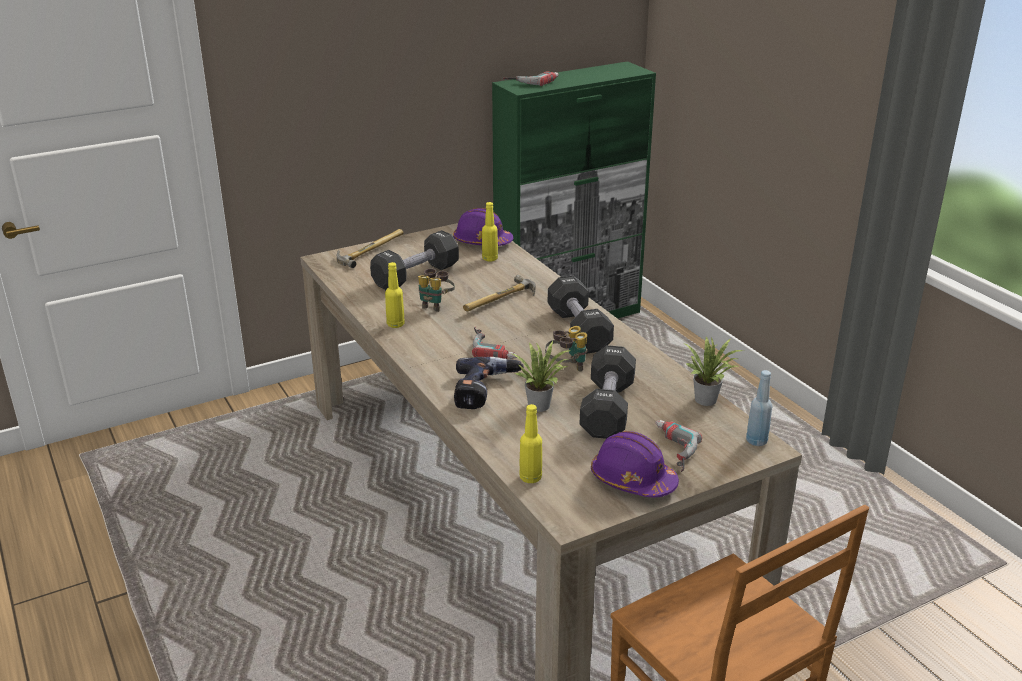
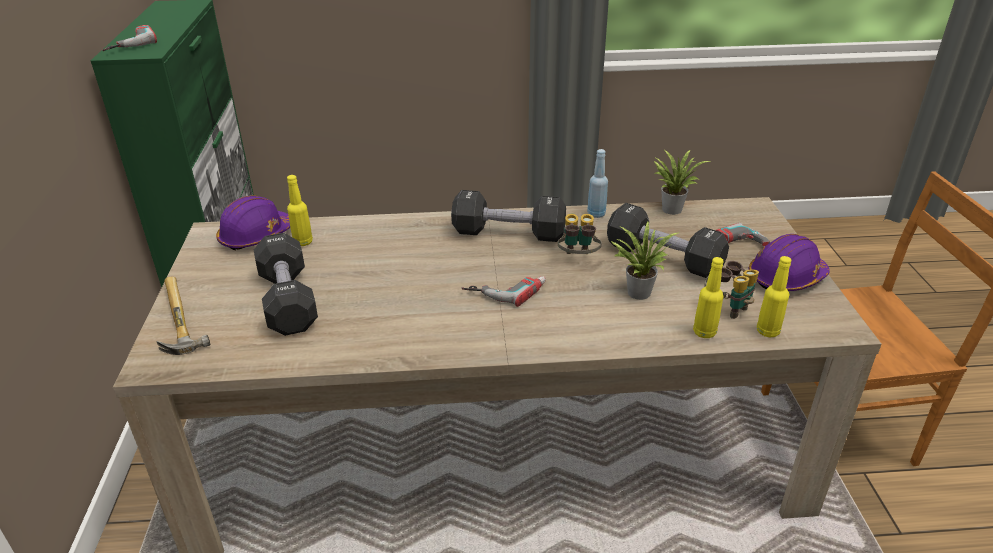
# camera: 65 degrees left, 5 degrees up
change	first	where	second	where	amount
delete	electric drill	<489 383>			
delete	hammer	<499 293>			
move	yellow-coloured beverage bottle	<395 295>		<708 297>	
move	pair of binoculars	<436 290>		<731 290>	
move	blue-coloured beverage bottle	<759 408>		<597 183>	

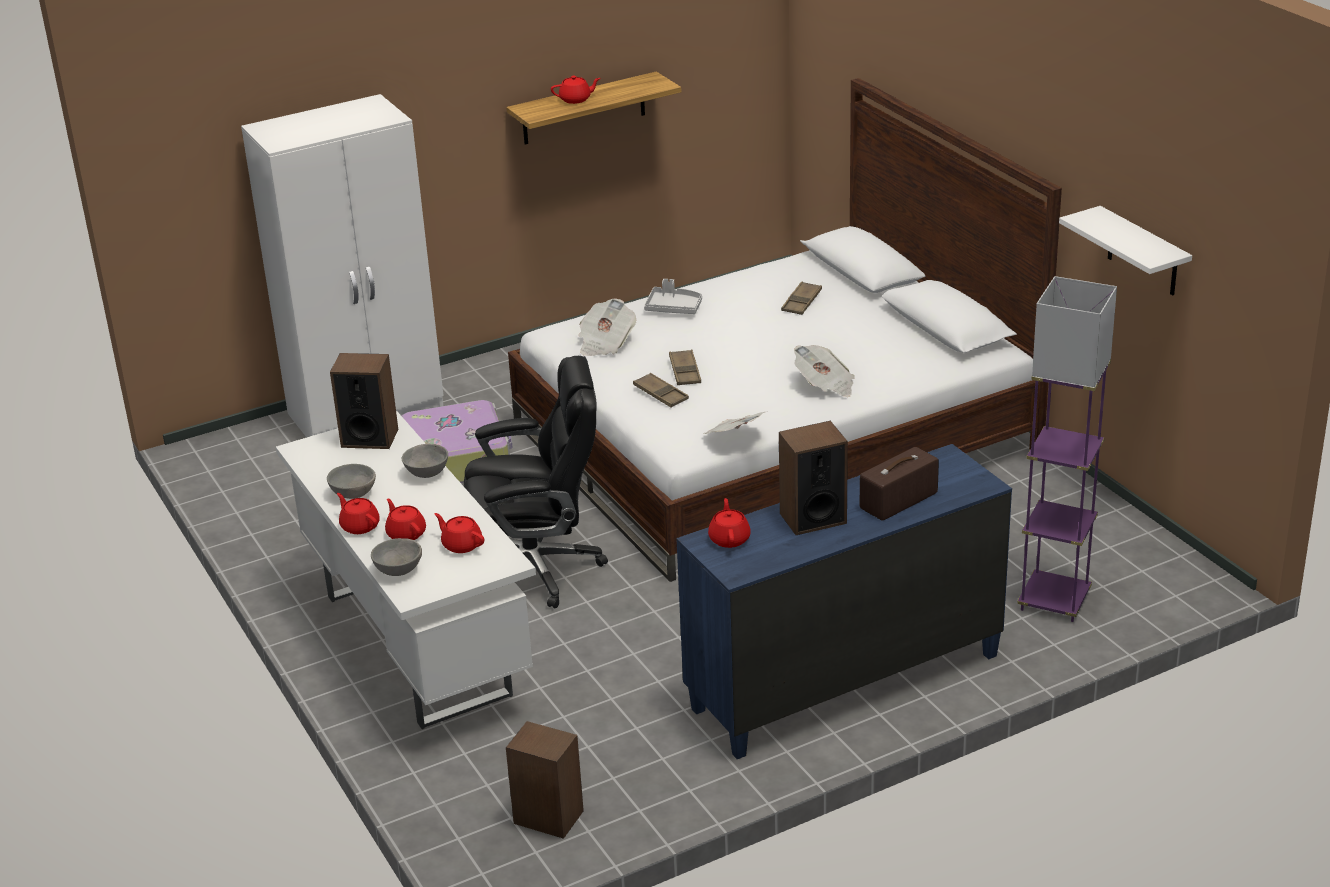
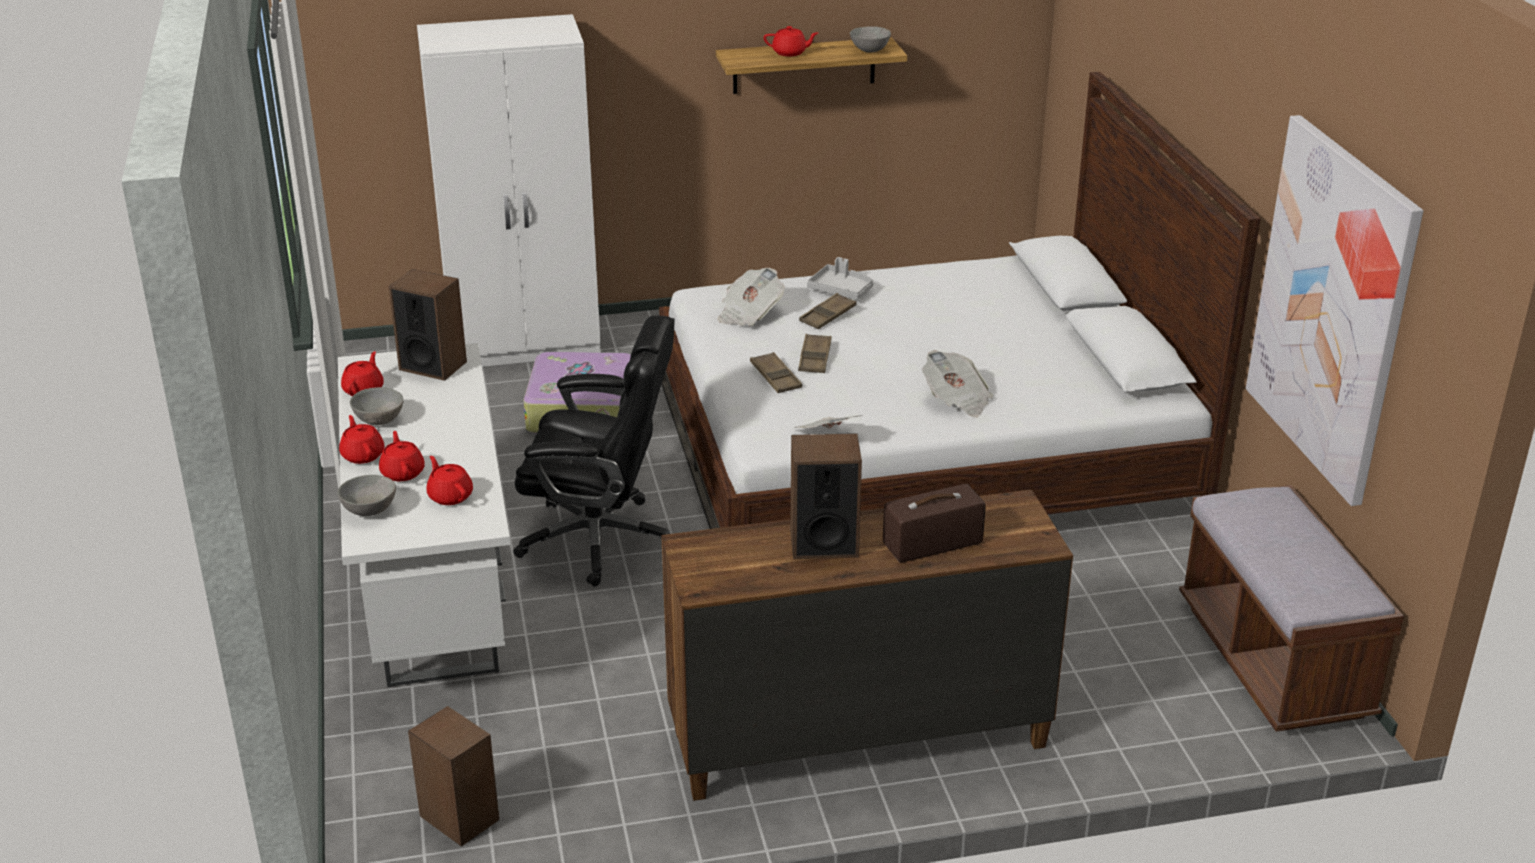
# camera: 15 degrees right, 0 degrees up
change	first	where	second	where	amount
delete	purple-coloured standard lamp	<1067 449>			
insert			brown indoor bench	<1291 608>	
move	grey bowl	<425 461>		<870 39>	
move	red tea pot	<729 523>		<362 373>	
move	brown serving tray	<801 298>		<827 311>	
replace	whitish bracket shelf	<1125 250>	picture	<1335 310>	
recolor	blue-coloured chest of drawers	<844 601>	brown chest of drawers	<867 645>	

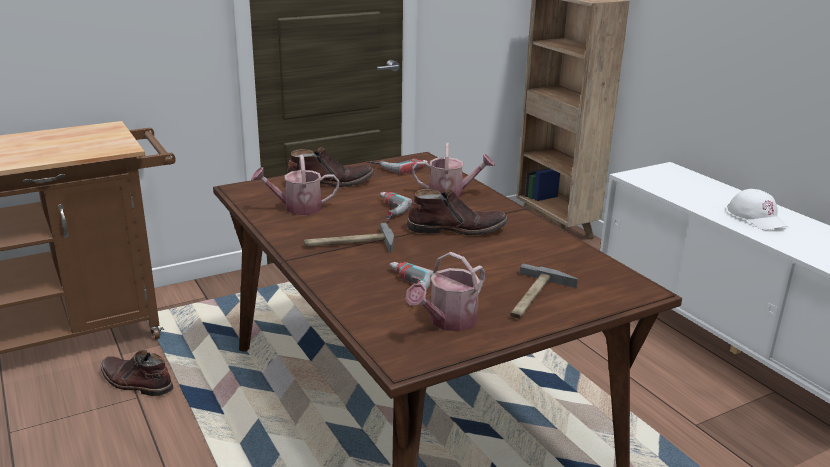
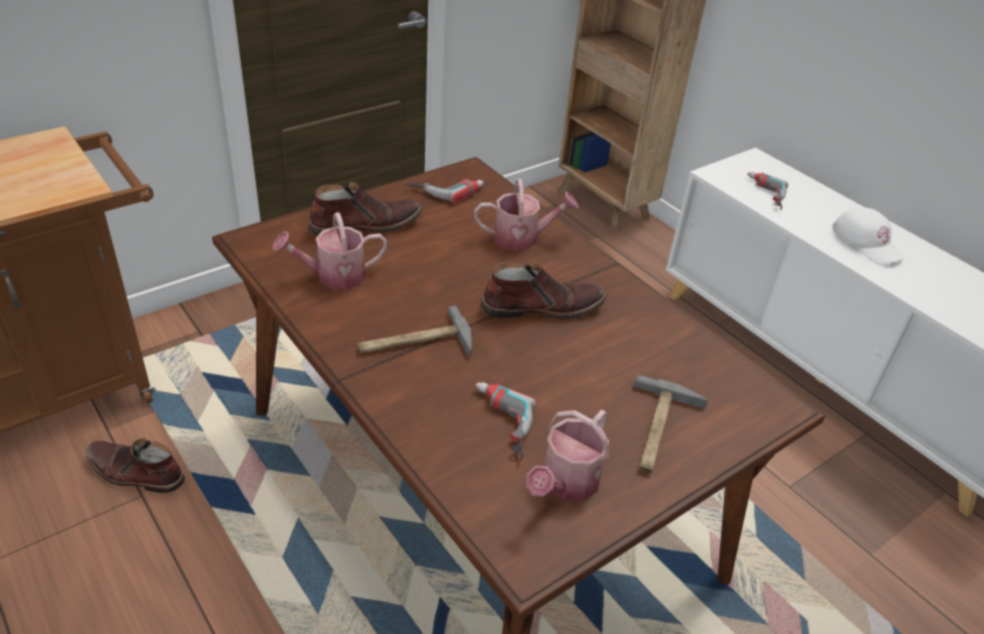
# camera: 10 degrees left, 15 degrees up
change	first	where	second	where	amount
move	electric drill	<396 207>		<767 191>	

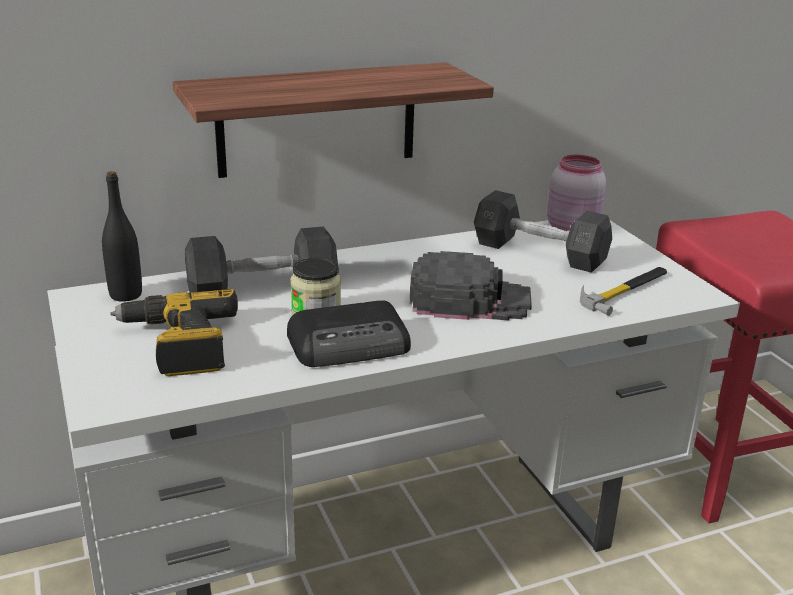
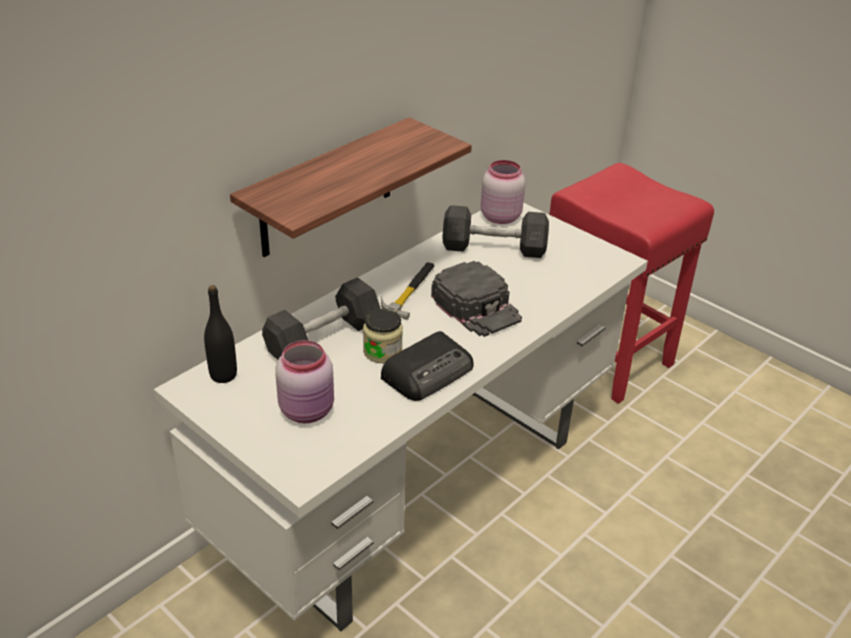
# camera: 25 degrees left, 10 degrees up
change	first	where	second	where	amount
move	hammer	<623 291>		<408 291>	
replace	electric drill	<174 332>	pink jar	<304 381>	
rotate	blackish baseball cap	<471 285>		<476 299>	75 degrees clockwise

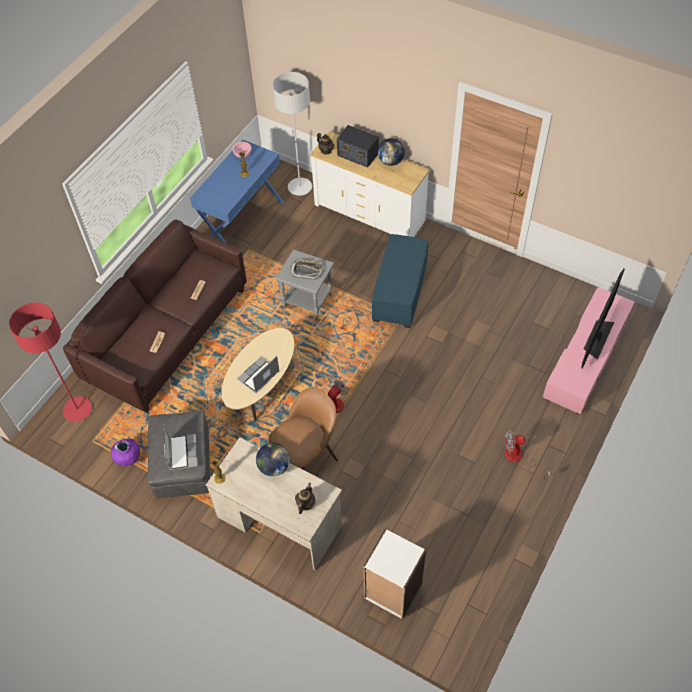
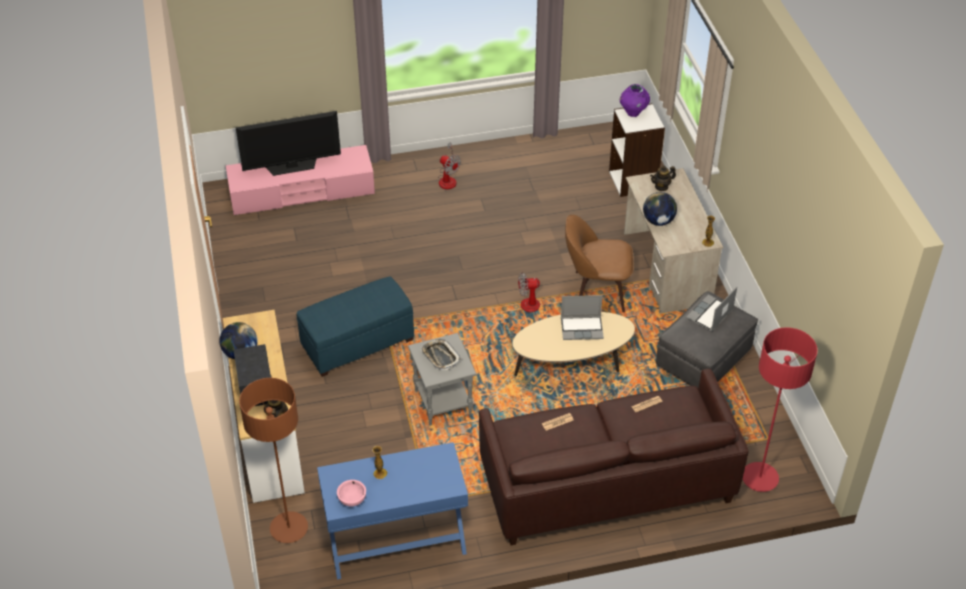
# camera: 135 degrees left, 10 degrees down
change	first	where	second	where	amount
move	purple-coloured decorative vase	<125 452>		<635 100>	
recolor	grey standard lamp	<292 134>	brown standard lamp	<273 460>	

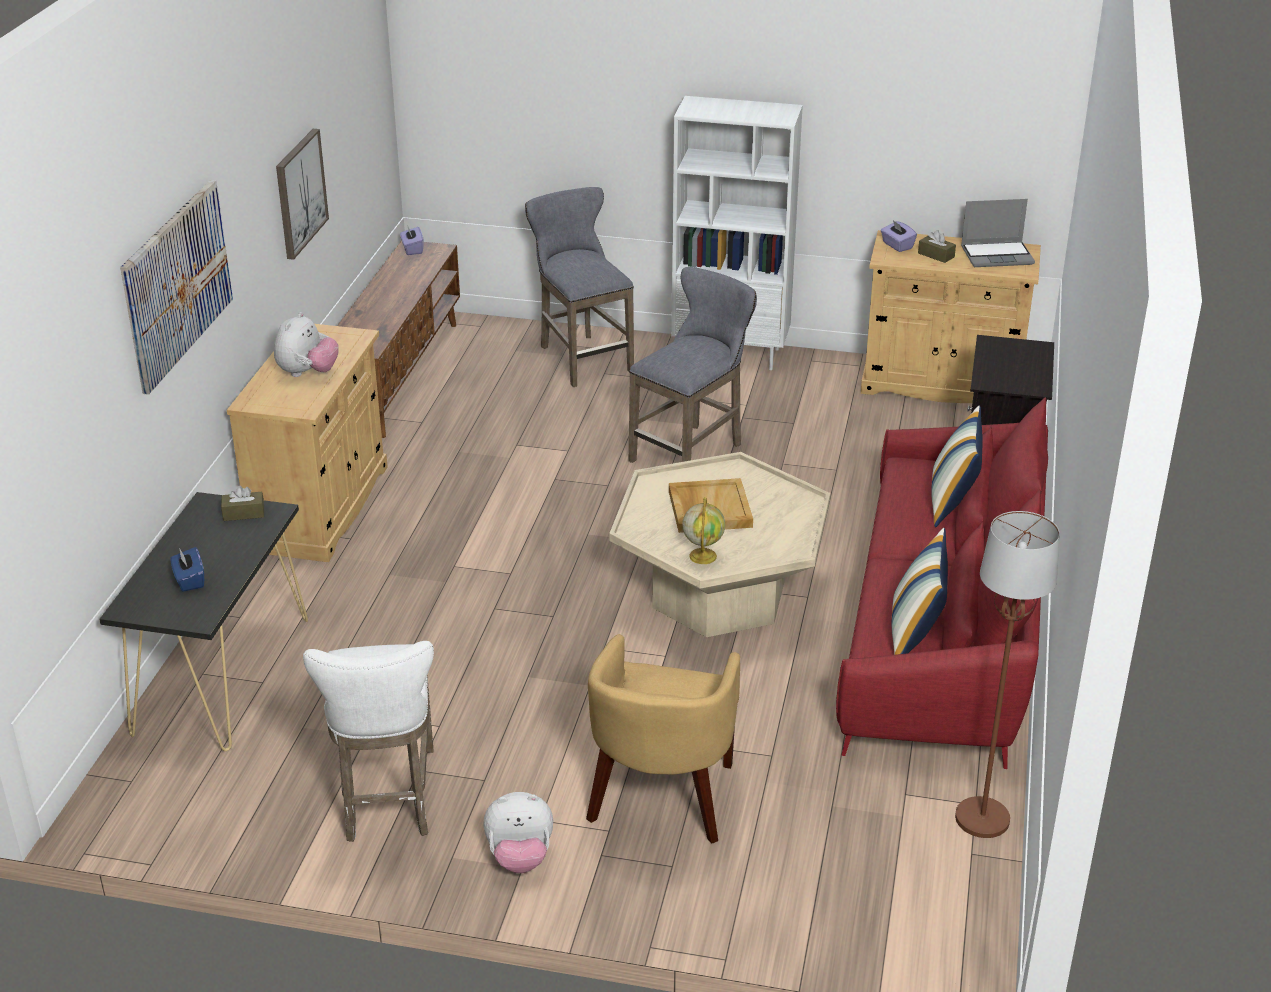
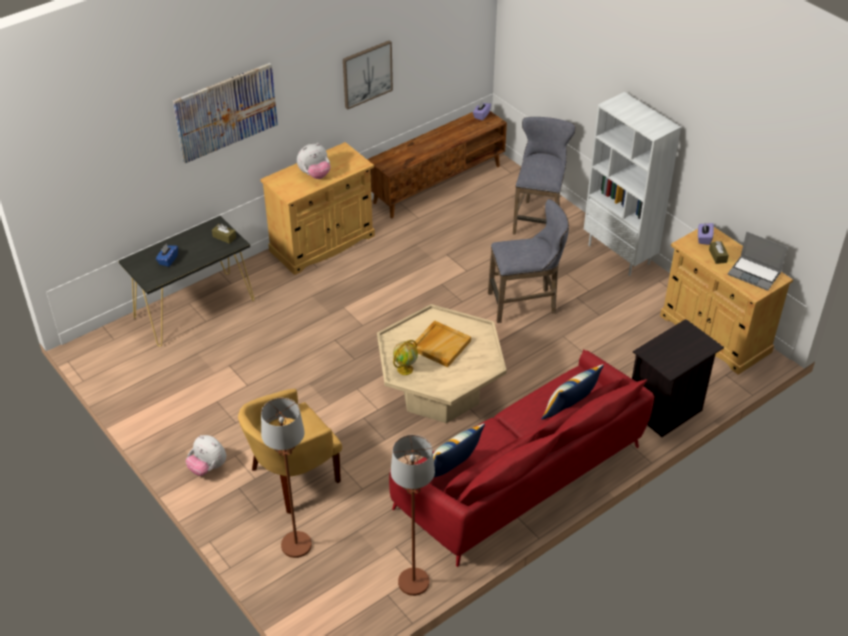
# camera: 40 degrees right, 10 degrees up
change	first	where	second	where	amount
delete	whitish sitting stool	<368 741>			
insert			brown standard lamp	<286 478>	

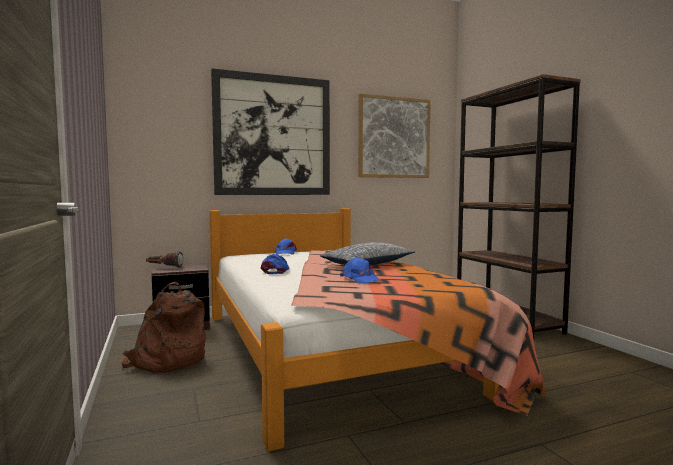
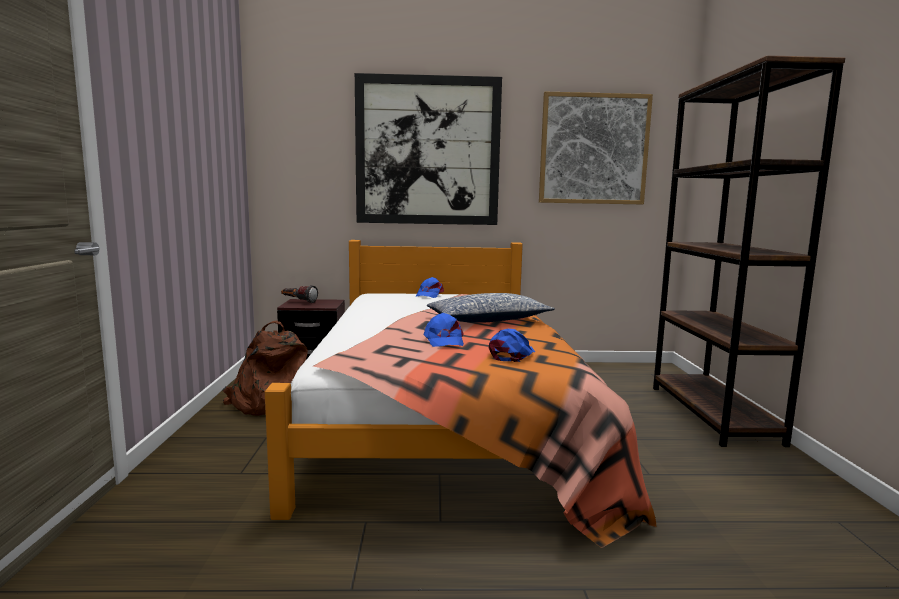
# camera: 20 degrees right, 5 degrees up
change	first	where	second	where	amount
move	blue-coloured baseball cap	<275 264>		<511 345>	

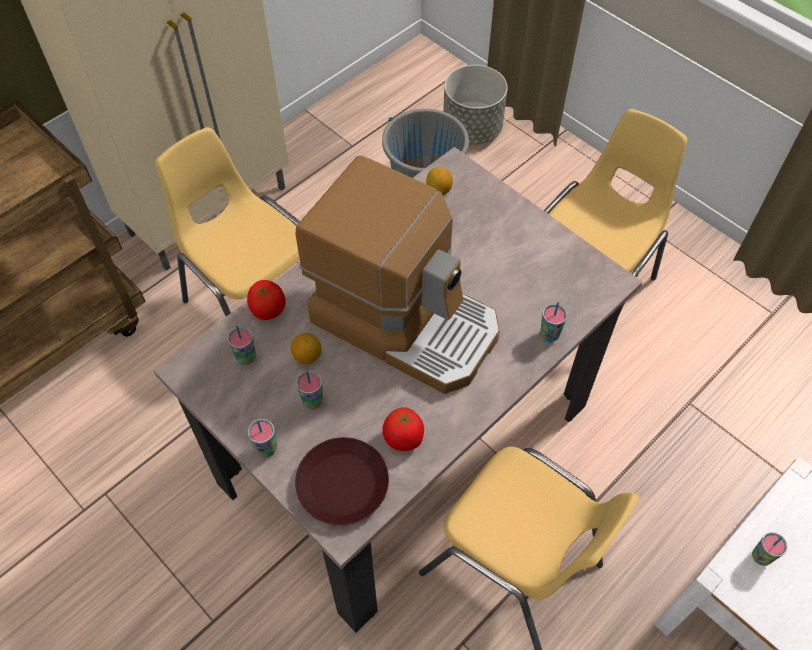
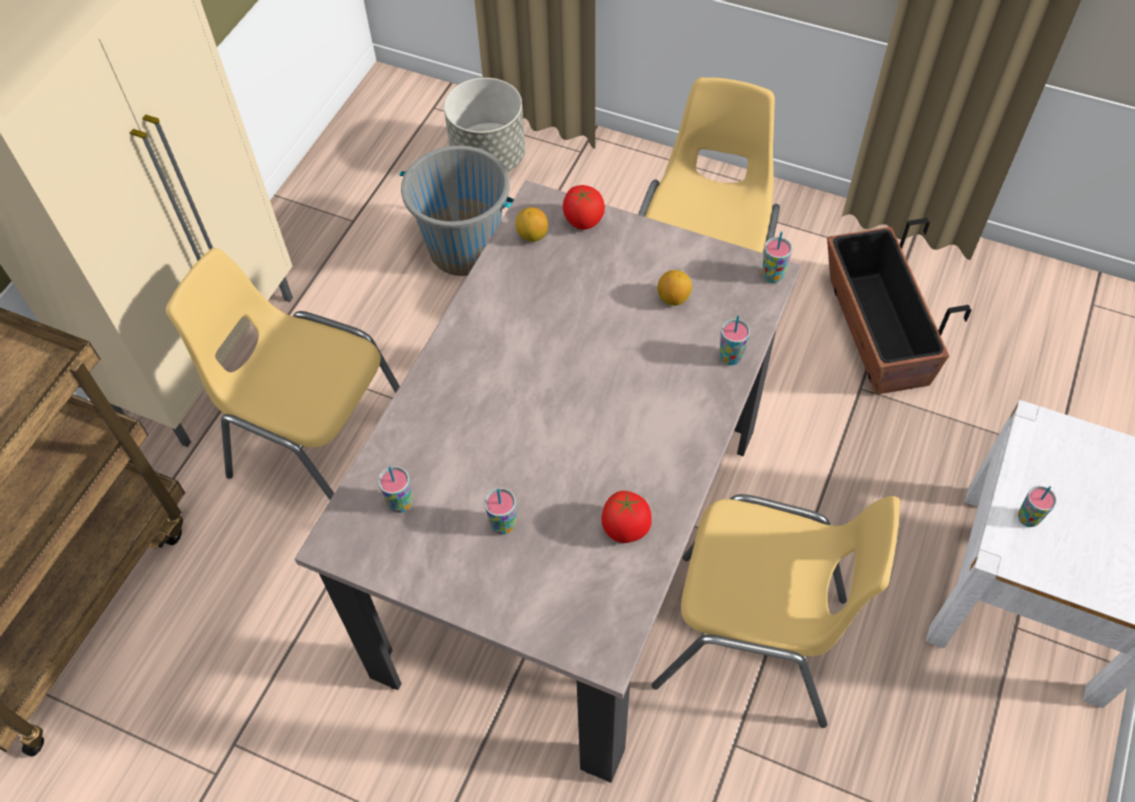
# camera: 20 degrees left, 0 degrees up
change	first	where	second	where	amount
delete	brown flat dish	<342 481>			
delete	coffee brewer	<398 275>			
insert			flower pot	<899 306>	
move	whole tomato	<266 300>		<584 207>	
move	drinking cup	<262 438>		<777 257>	
move	citrus fruit	<306 348>		<674 288>	

